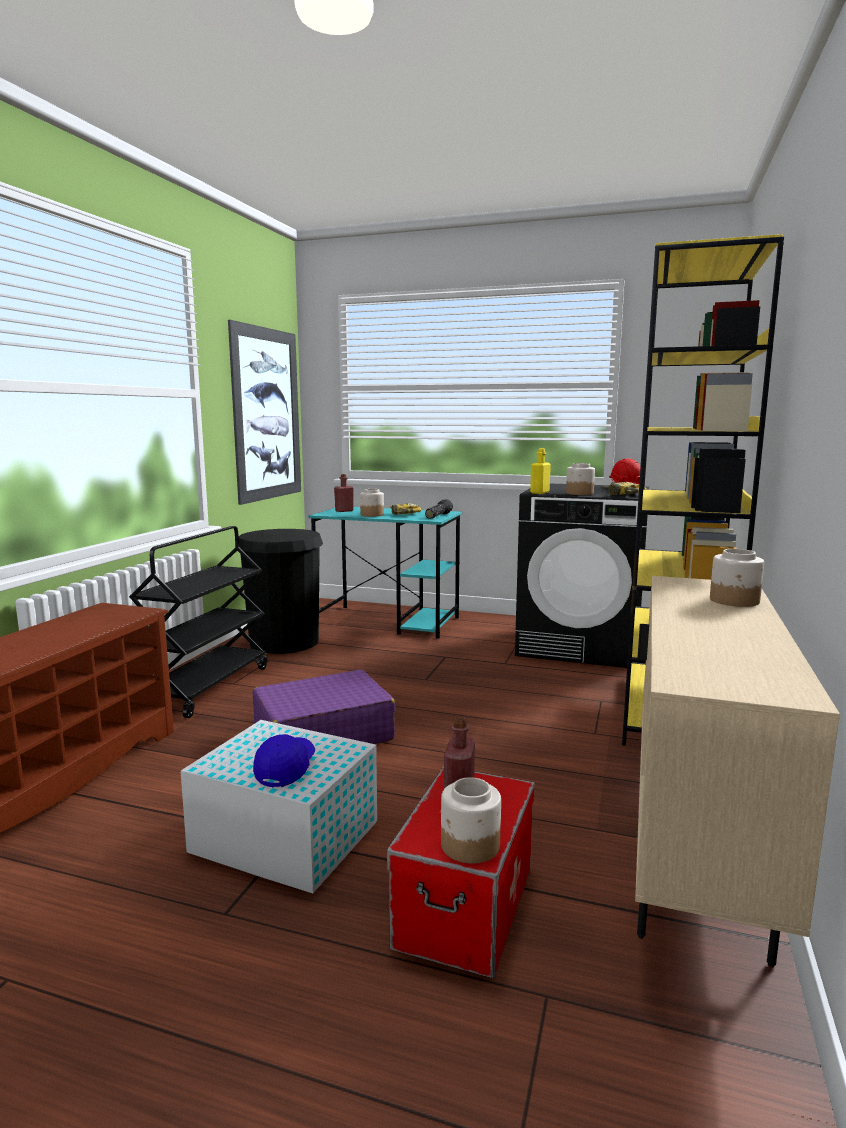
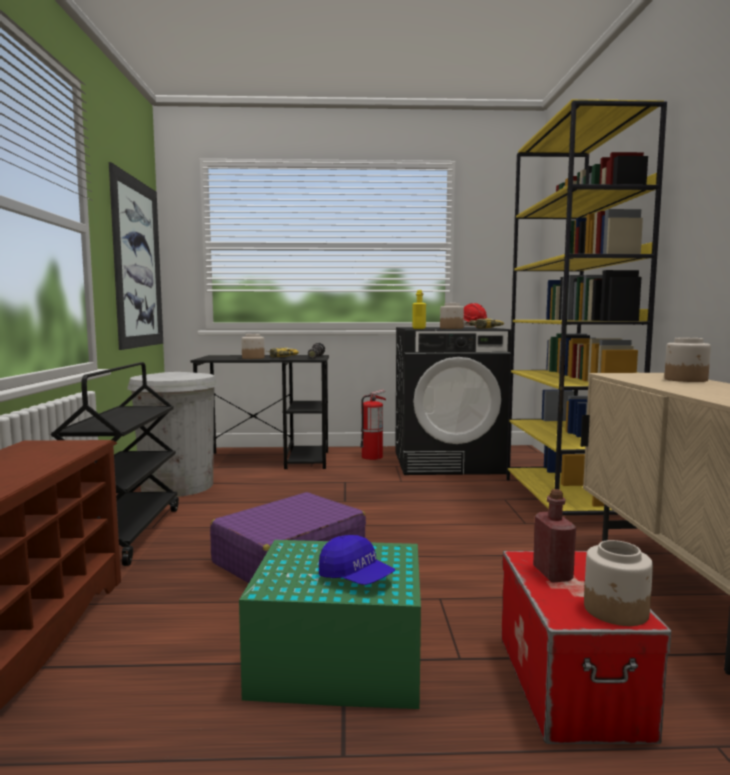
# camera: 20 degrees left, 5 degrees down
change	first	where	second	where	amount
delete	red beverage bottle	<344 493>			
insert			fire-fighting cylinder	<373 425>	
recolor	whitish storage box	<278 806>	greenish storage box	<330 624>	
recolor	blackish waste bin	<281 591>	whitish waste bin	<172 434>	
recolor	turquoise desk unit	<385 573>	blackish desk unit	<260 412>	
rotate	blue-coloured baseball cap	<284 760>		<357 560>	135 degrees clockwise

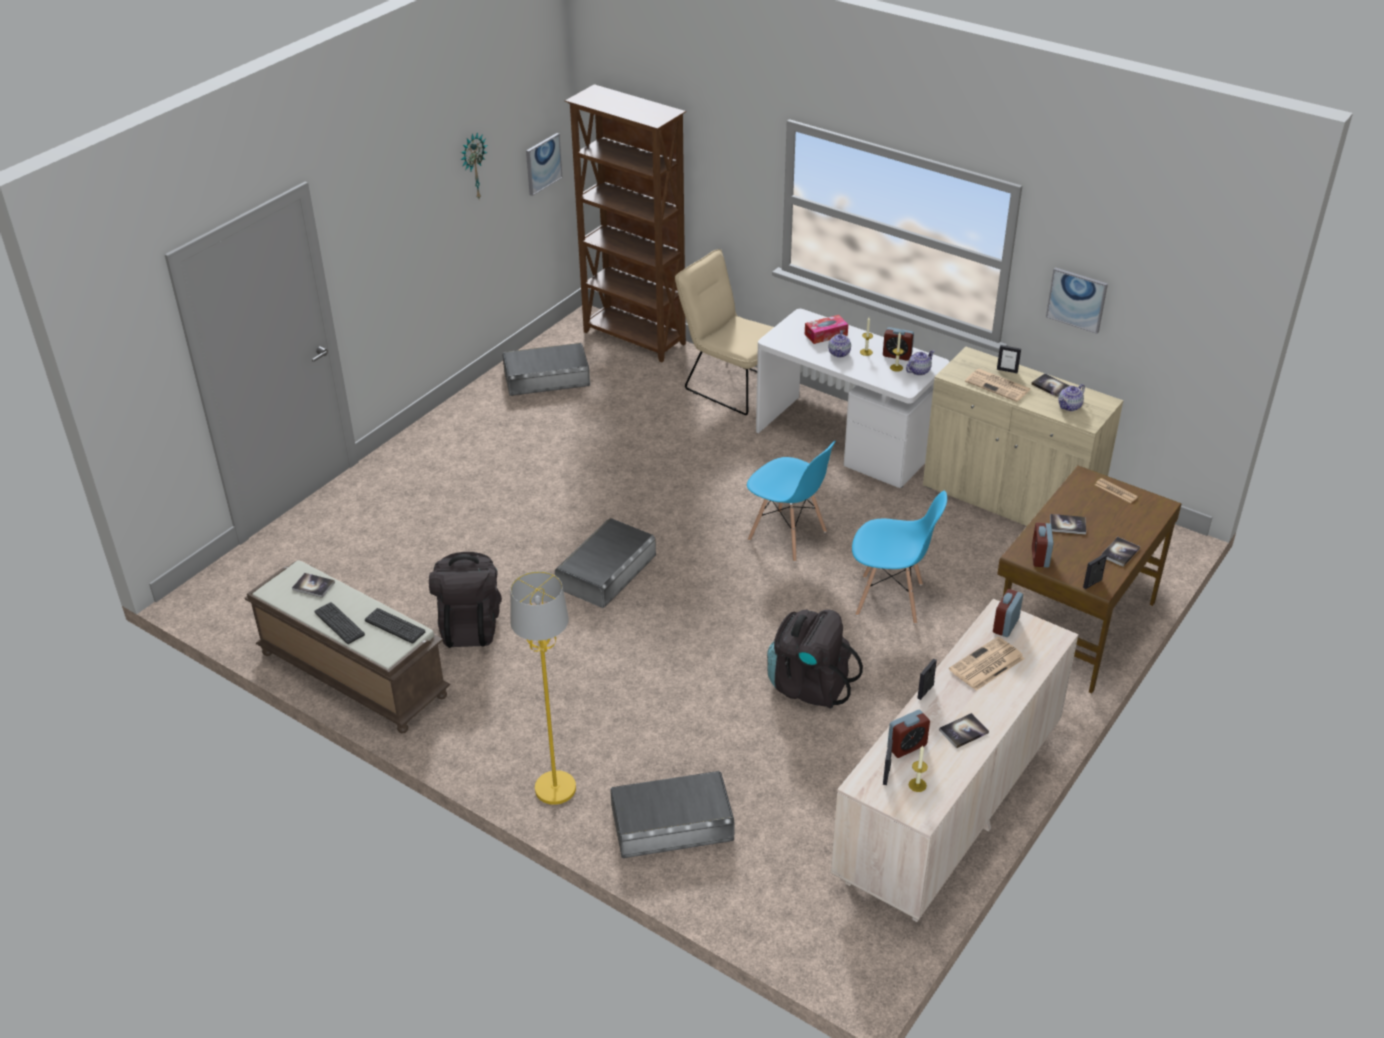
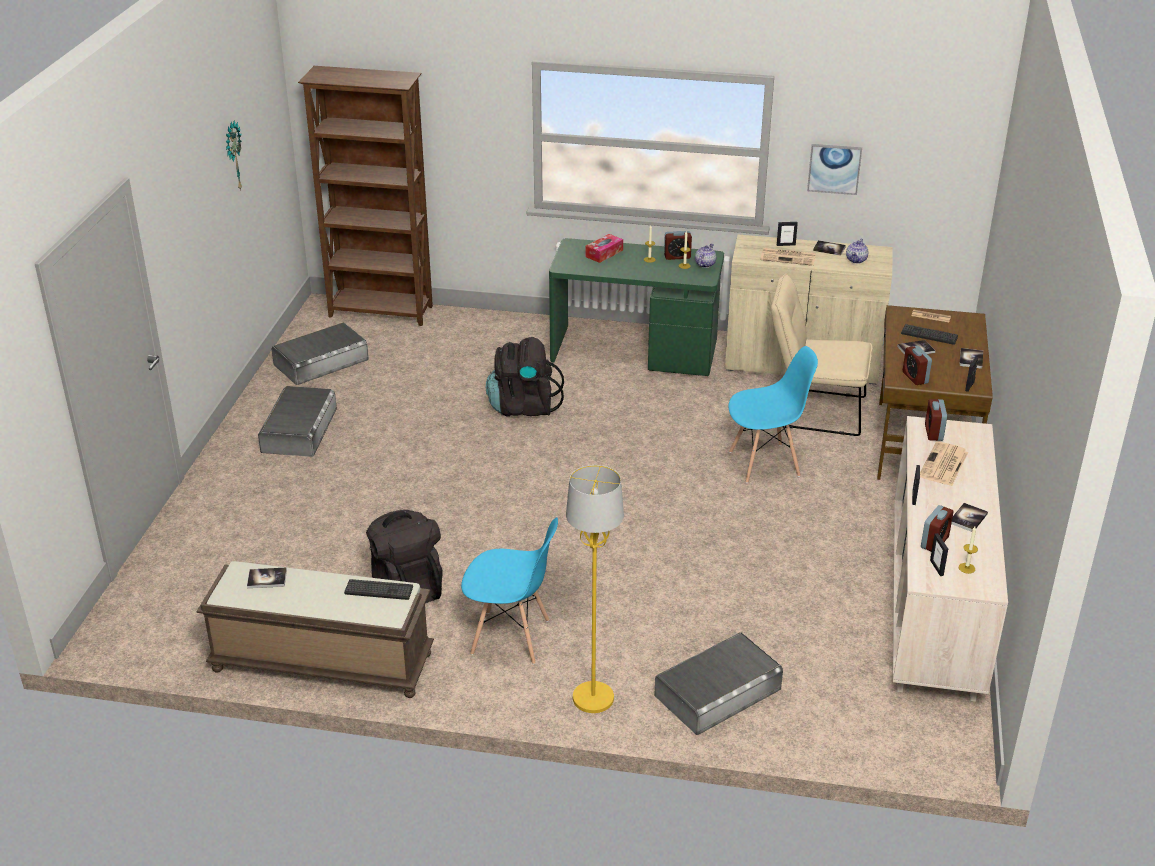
# camera: 25 degrees left, 5 degrees down
change	first	where	second	where	amount
delete	picture	<544 164>			
delete	tea pot	<839 343>			
move	computer keyboard	<340 623>		<929 334>	
move	grey storage box	<605 563>		<297 421>	
move	beige-coloured chair	<724 332>		<821 354>	
move	blue-coloured chair	<791 501>		<509 591>	
move	blackish knapsack	<815 659>		<525 377>	
recolor	whitish desk unit	<852 398>	greenish desk unit	<636 307>	

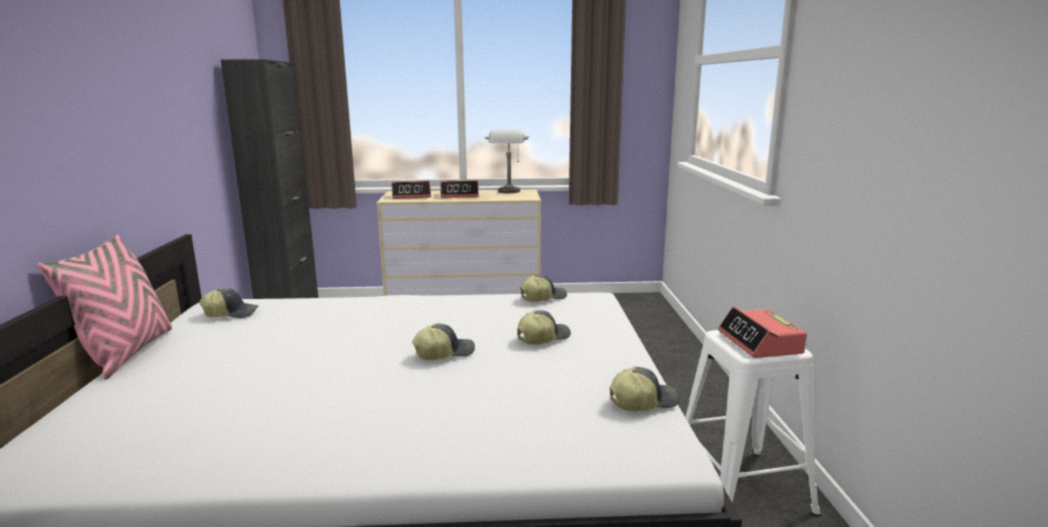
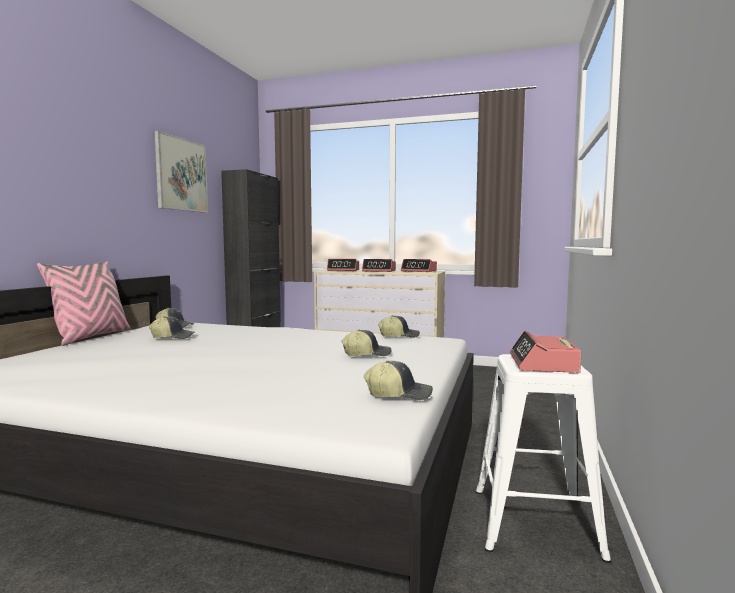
# camera: 20 degrees right, 10 degrees down
change	first	where	second	where	amount
insert			picture	<181 172>	
move	baseball cap	<443 341>		<172 327>	
replace	grey tabletop lamp	<507 161>	bedside clock	<419 265>	

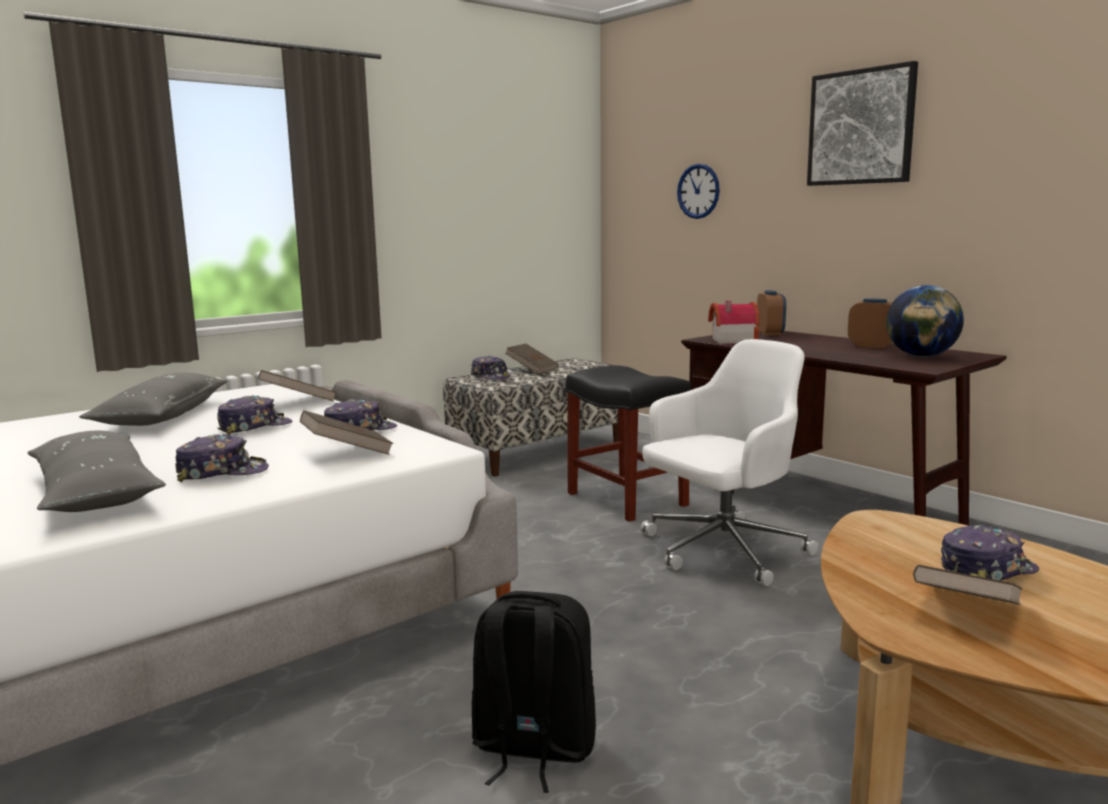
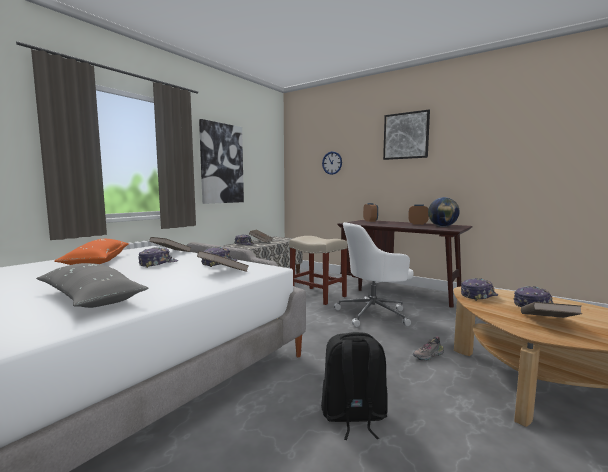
# camera: 15 degrees left, 5 degrees down
change	first	where	second	where	amount
delete	model house	<733 322>			
insert			picture	<221 161>	
insert			low shoe	<428 349>	
move	baseball cap	<222 458>		<479 289>	
recolor	grey cushion	<153 399>	orange-coloured cushion	<91 252>	
recolor	blackish sitting stool	<628 443>	beige-coloured sitting stool	<318 270>	
rotate	whitish computer chair	<729 462>		<374 274>	150 degrees counterclockwise

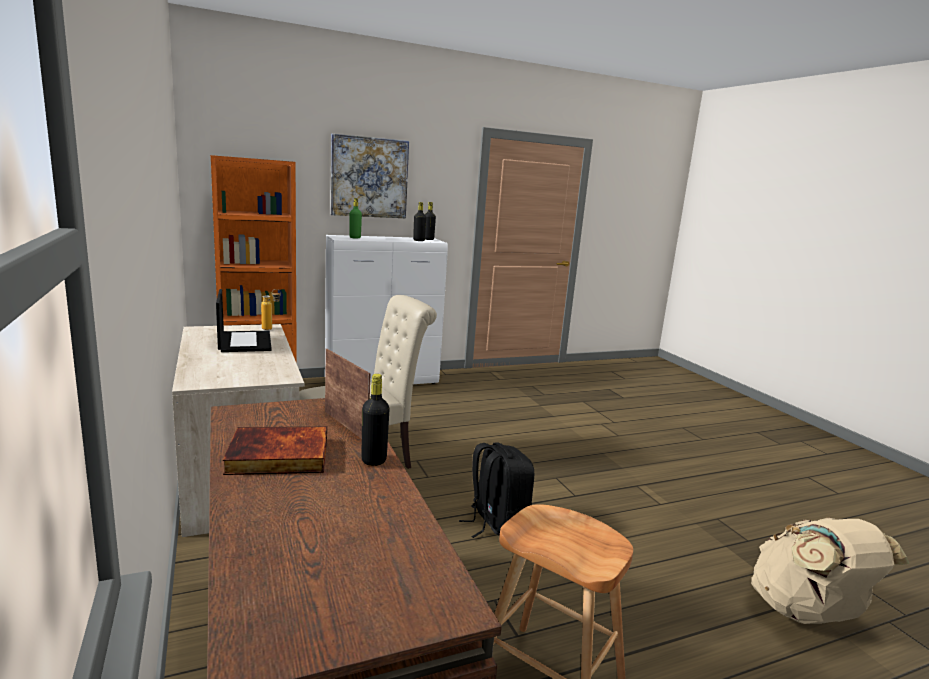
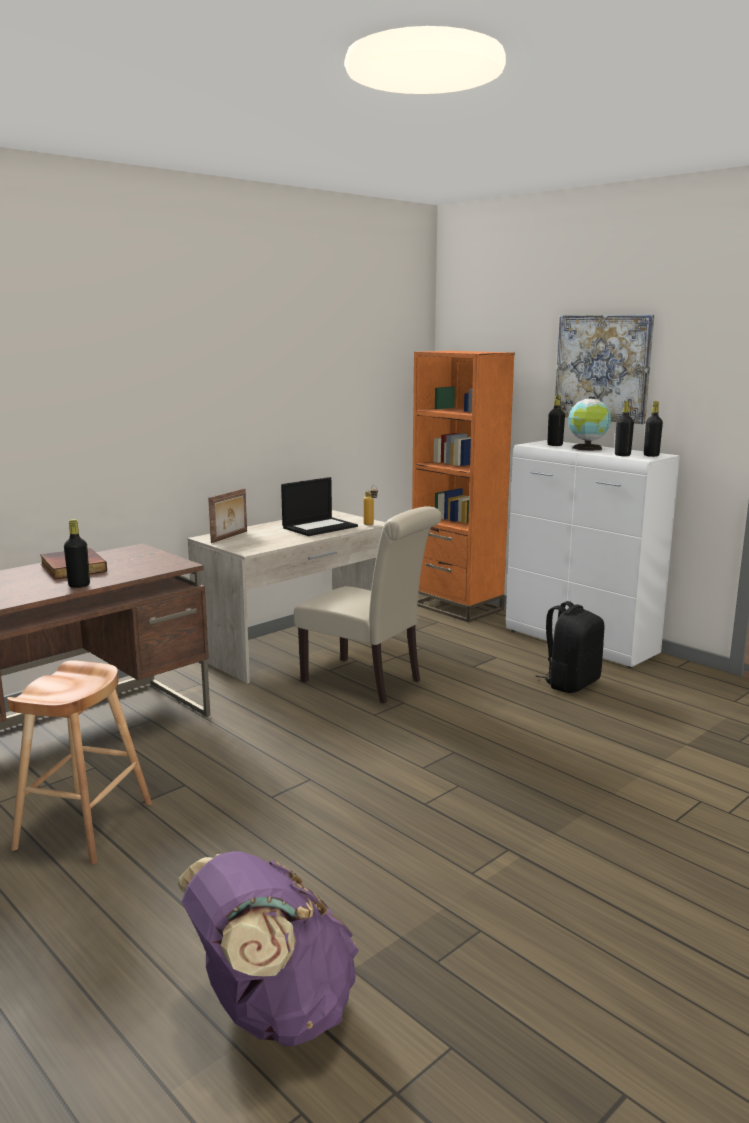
# camera: 70 degrees right, 0 degrees up
change	first	where	second	where	amount
insert			world globe	<589 424>	
move	standing frame	<347 394>		<227 515>	
move	blackish knapsack	<496 490>		<570 647>	
recolor	greenish beverage bottle	<355 218>	blackish beverage bottle	<556 420>	
recolor	beige-coloured knapsack	<830 570>	purple-coloured knapsack	<268 948>	

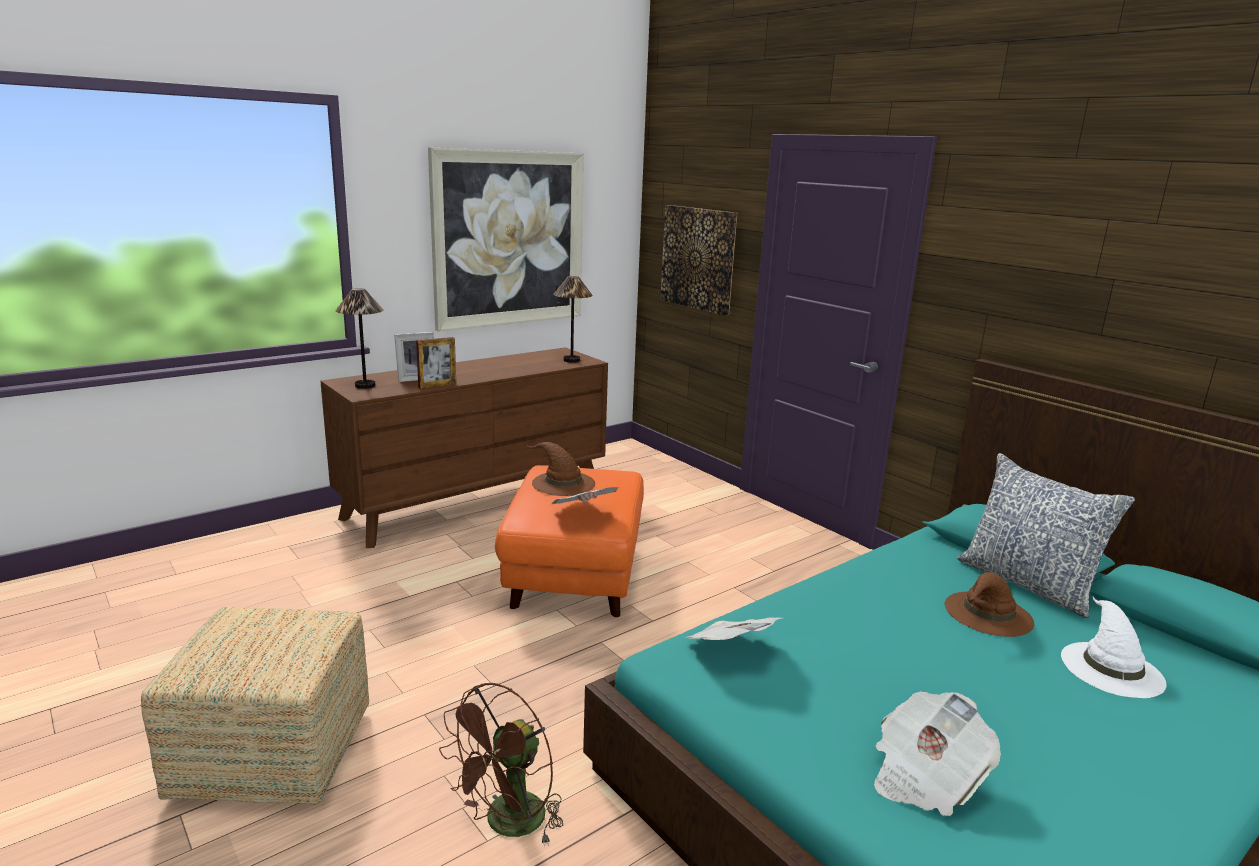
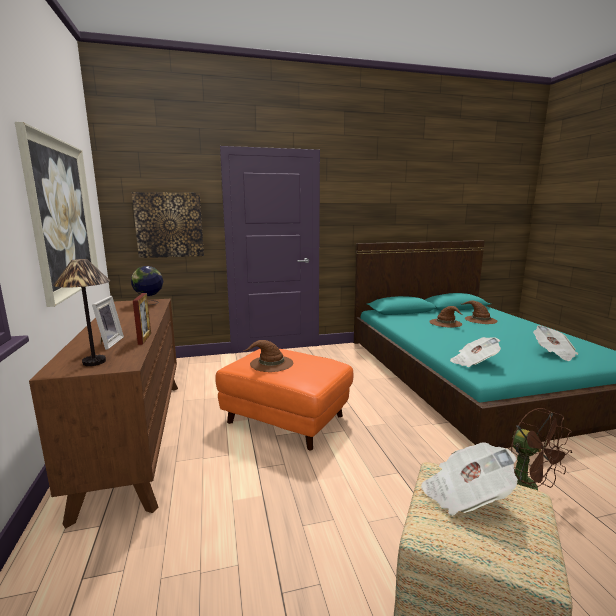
# camera: 65 degrees left, 5 degrees down
change	first	where	second	where	amount
delete	cushion	<1046 535>			
move	printed paper	<585 495>		<469 479>	
replace	tabletop lamp	<573 319>	world globe	<147 285>	
recolor	whitish hat	<1113 647>	brown hat	<478 312>	

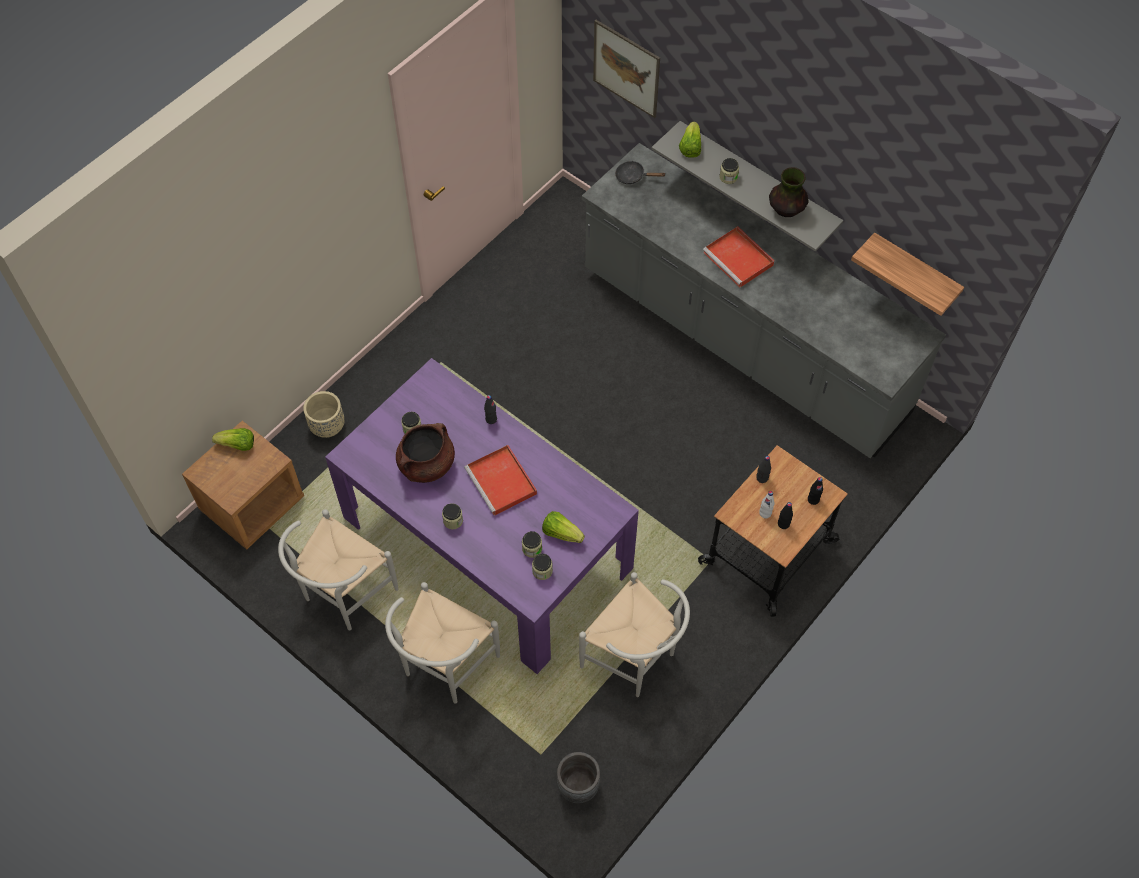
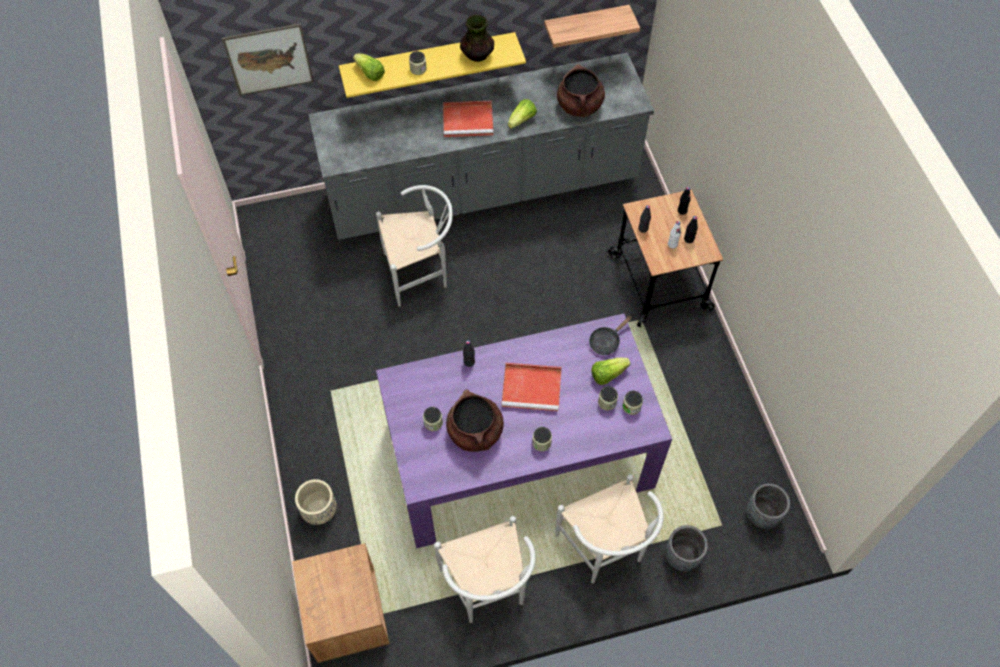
# camera: 55 degrees left, 0 degrees up
change	first	where	second	where	amount
insert			brown stockpot	<581 90>	
insert			grey flower pot	<686 548>	
move	lettuce	<233 439>		<522 114>	
move	whitish chair	<634 634>		<414 246>	
move	blackish skillet	<640 172>		<610 335>	
recolor	grey bracket shelf	<747 186>	yellow-coloured bracket shelf	<432 65>	

